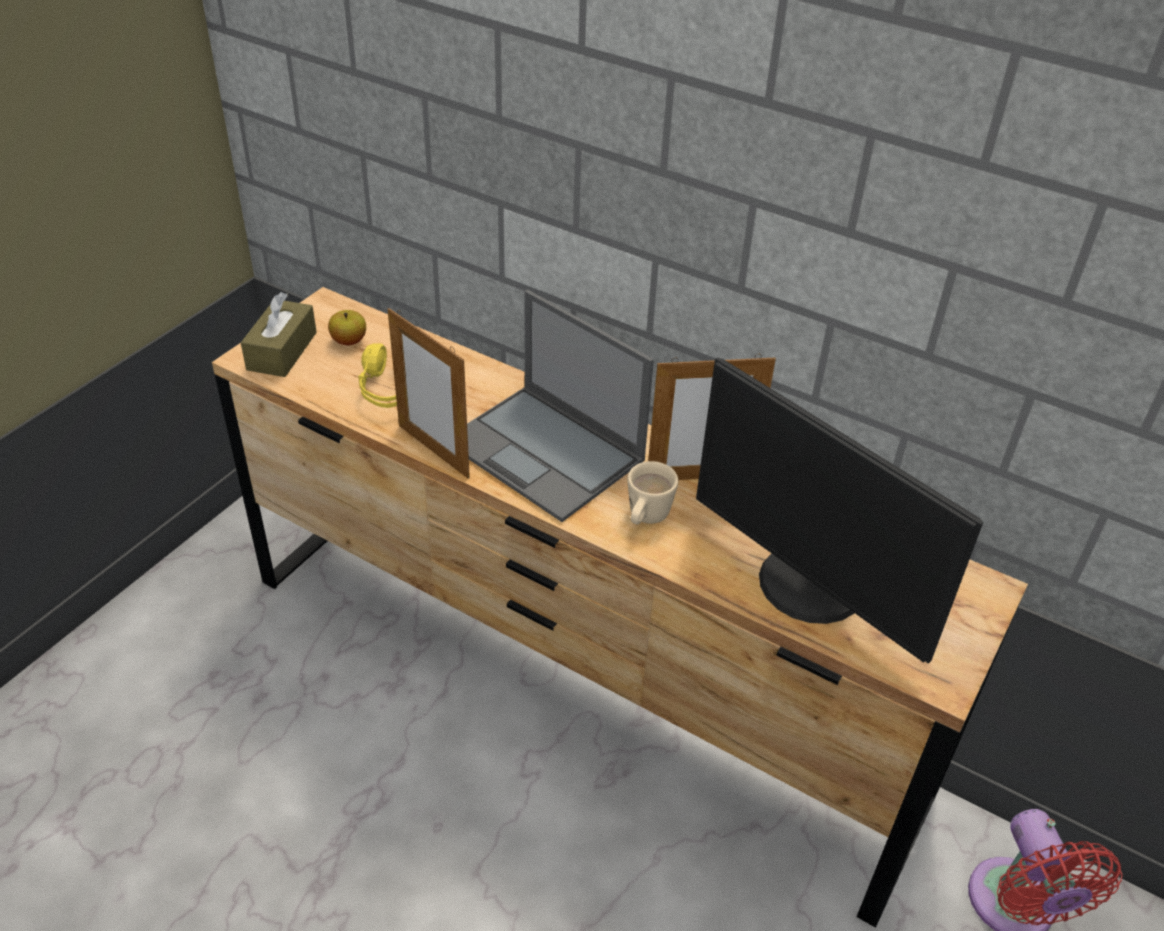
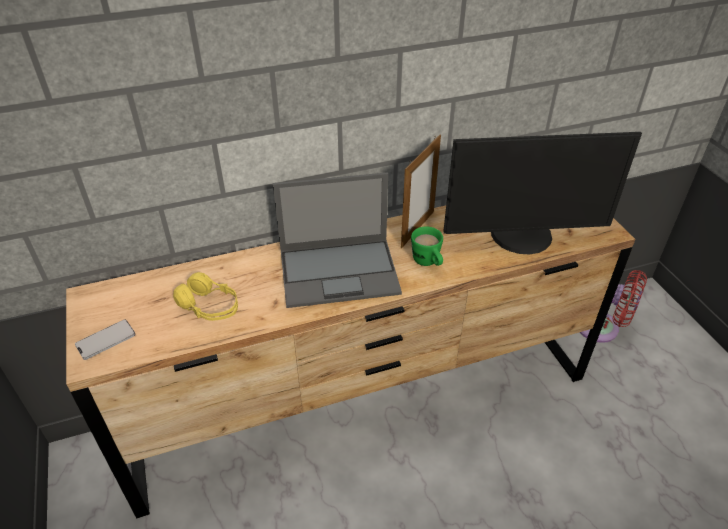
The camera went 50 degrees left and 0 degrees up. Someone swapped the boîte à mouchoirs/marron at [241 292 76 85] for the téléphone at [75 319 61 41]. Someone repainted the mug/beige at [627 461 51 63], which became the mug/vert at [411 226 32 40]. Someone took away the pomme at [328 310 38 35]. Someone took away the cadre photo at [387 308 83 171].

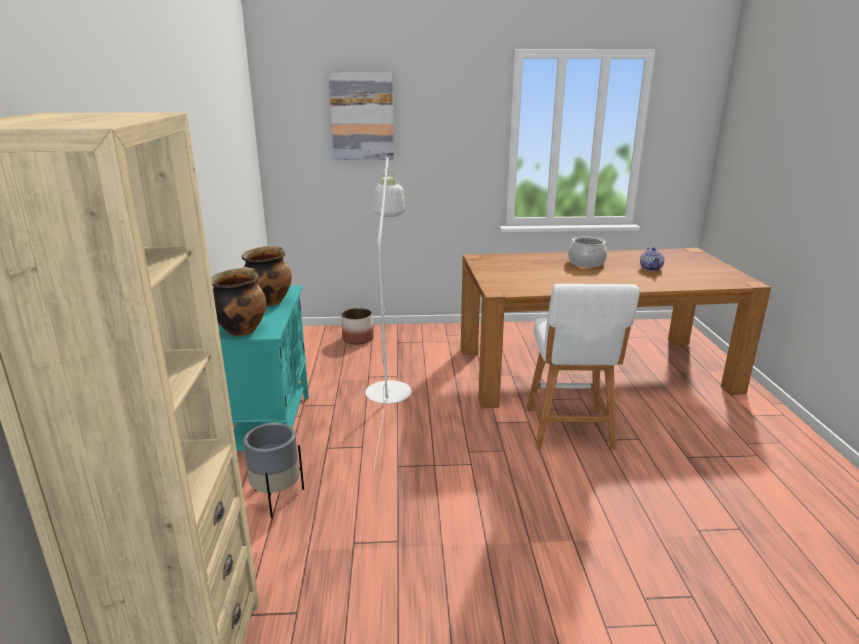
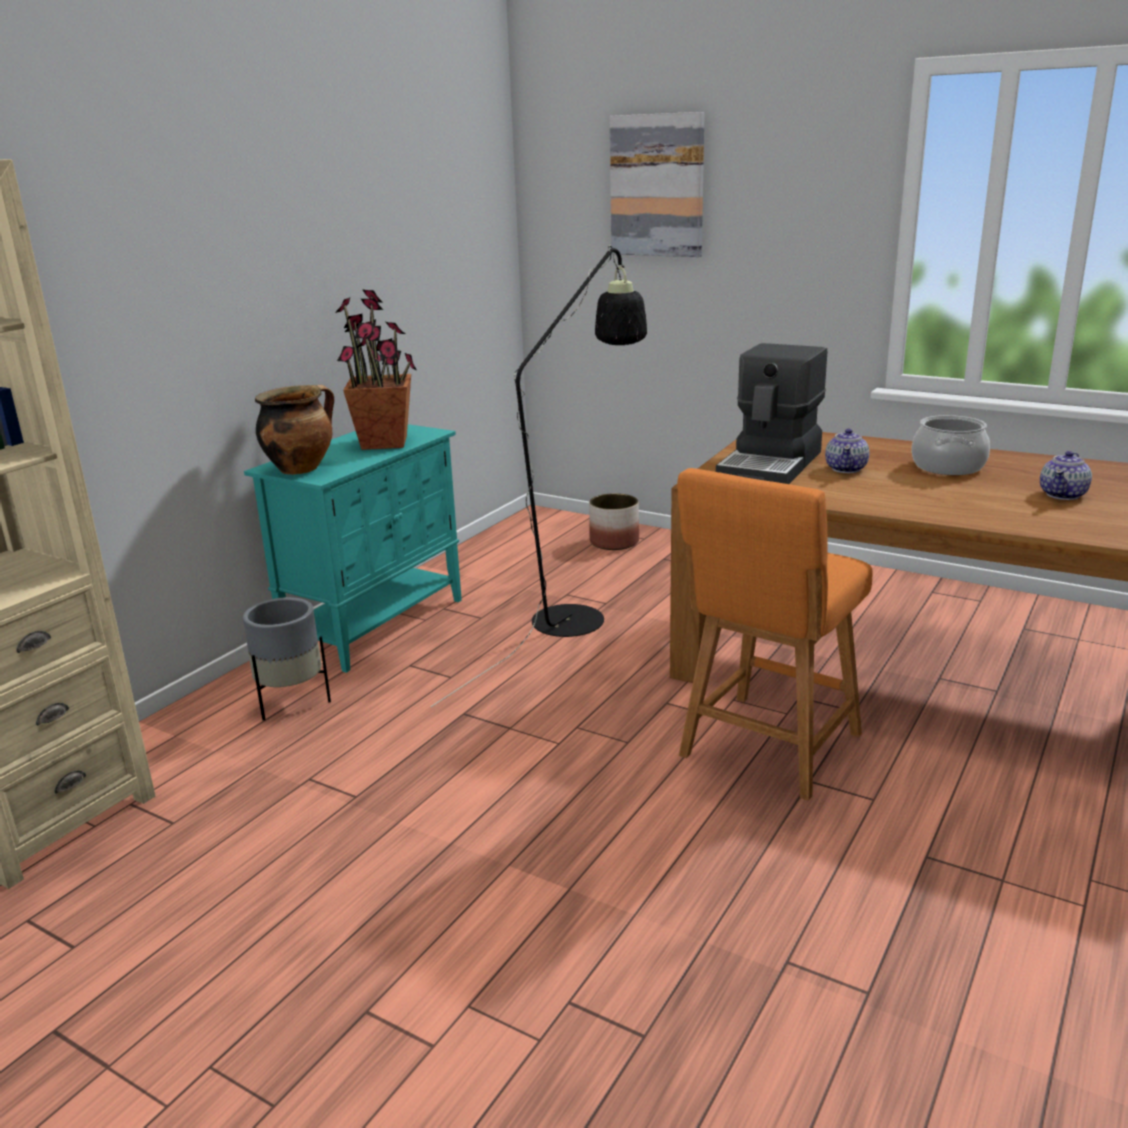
The camera went 35 degrees right and 0 degrees up. Someone swapped the marmite at [242 245 50 61] for the plante en pot at [335 289 81 161]. Someone repainted the lampadaire/blanc at [365 156 46 313], which became the lampadaire/noir at [431 245 216 462]. Someone repainted the tabouret/blanc at [526 284 114 166], which became the tabouret/orange at [677 468 195 333]. Someone put down the machine à café at [716 343 111 141]. Someone put down the théière at [825 429 44 44].

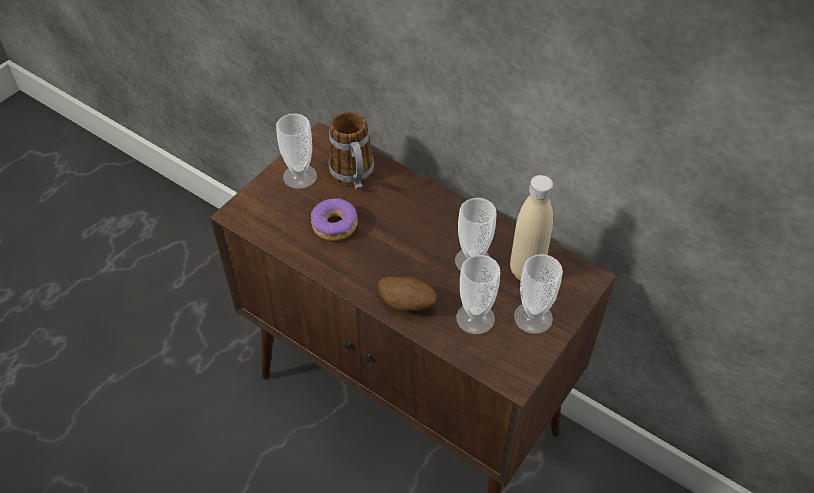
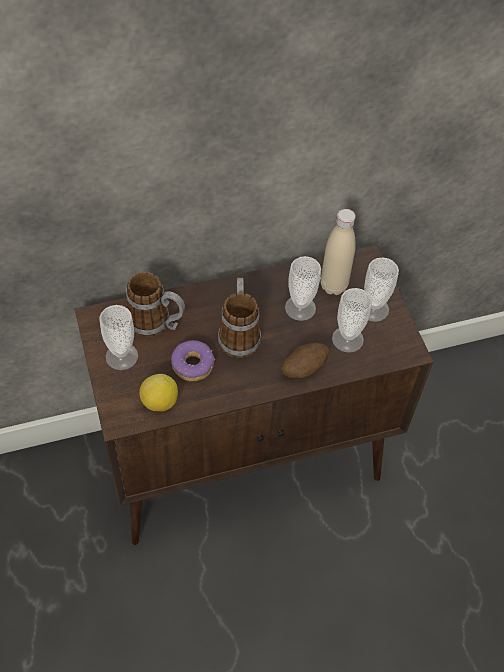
The camera went 55 degrees left and 5 degrees up. Someone put down the citron at [139 374 39 37]. Someone put down the mug at [218 278 43 80].

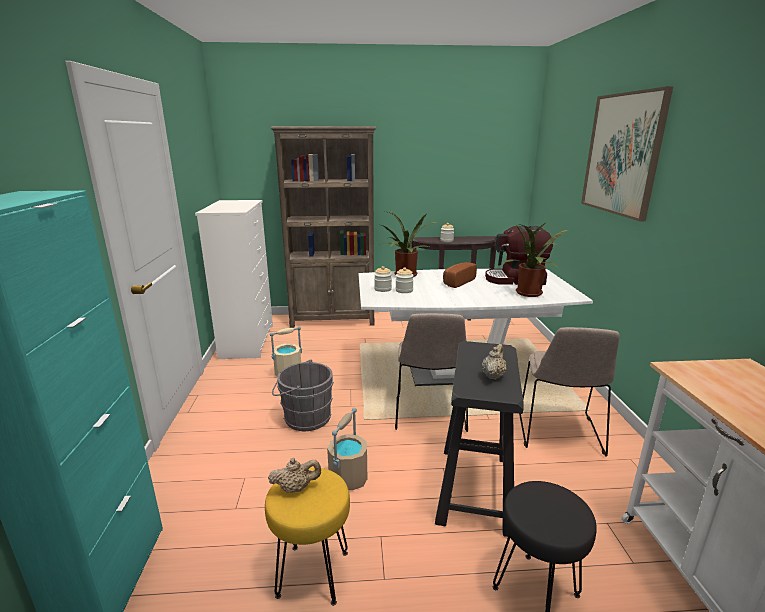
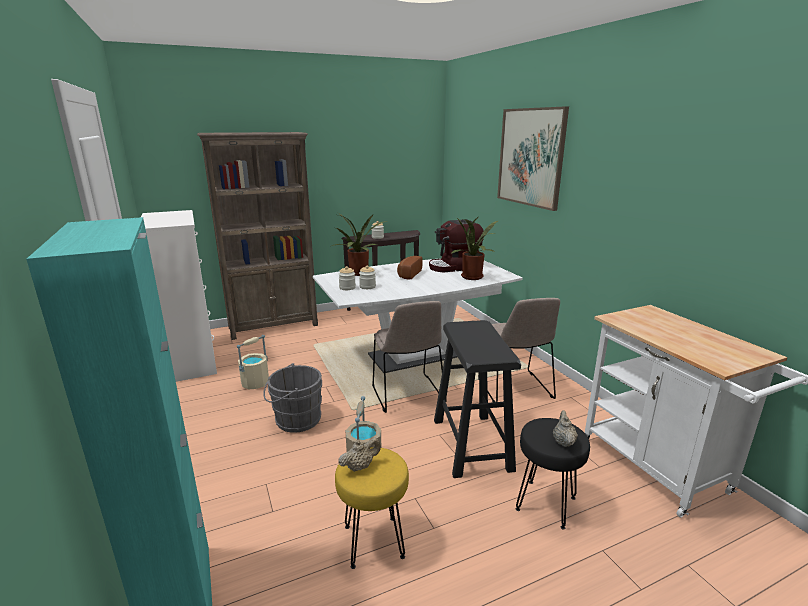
The camera went 20 degrees left and 0 degrees up. Someone carried the théière/beige from [482 344 25 36] to [553 410 25 37].

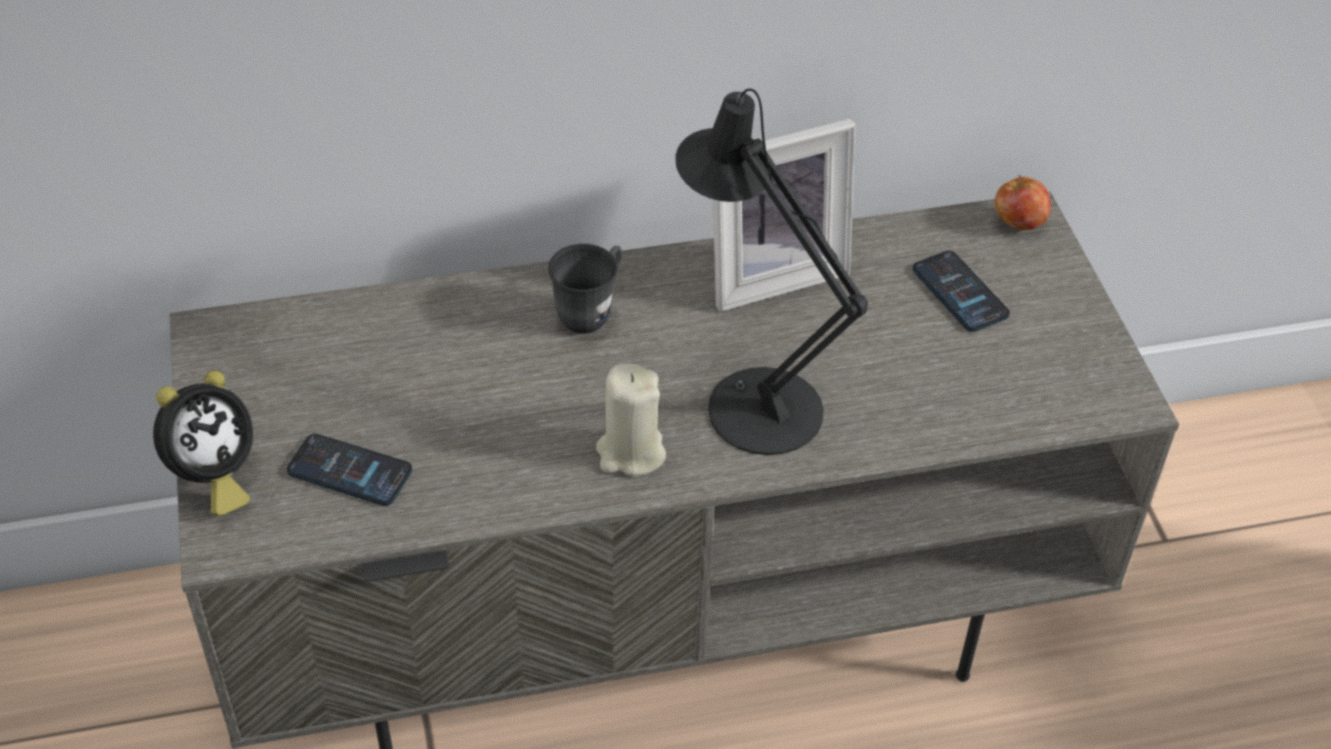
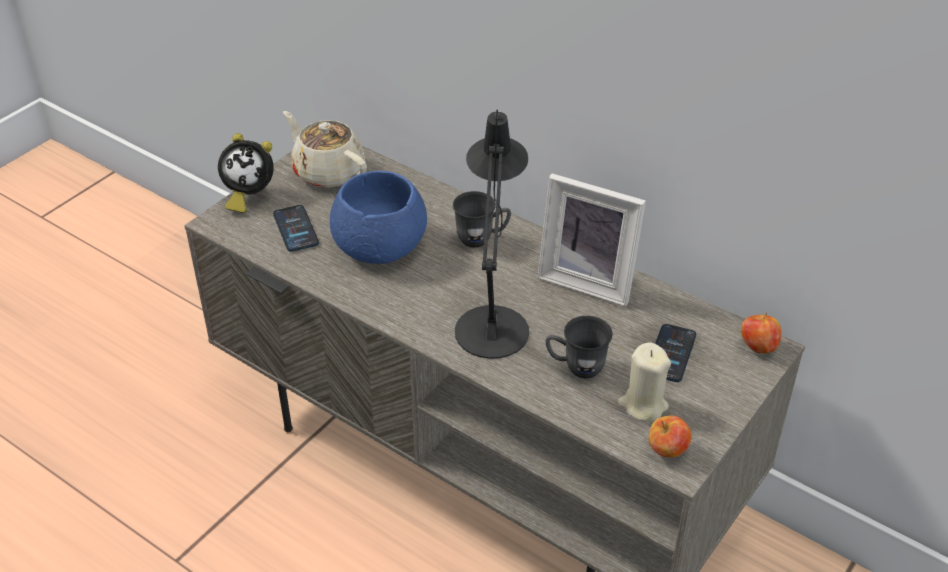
The camera went 50 degrees right and 5 degrees down. Someone put down the théière/beige at [283 111 84 77]. Someone put down the bol/bleu at [330 171 97 93]. Someone put down the mug/gris at [545 316 68 62]. Someone carried the bougie/beige from [596 363 70 113] to [618 343 53 79]. Someone put down the pomme at [648 415 44 42].

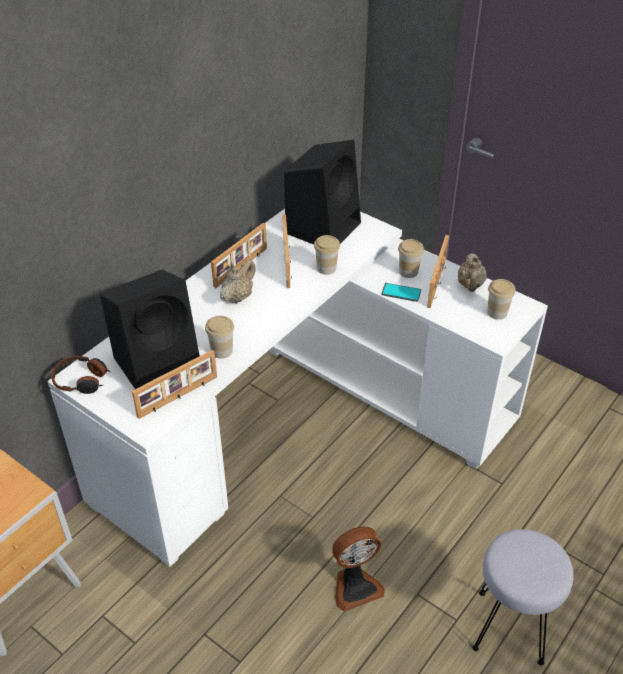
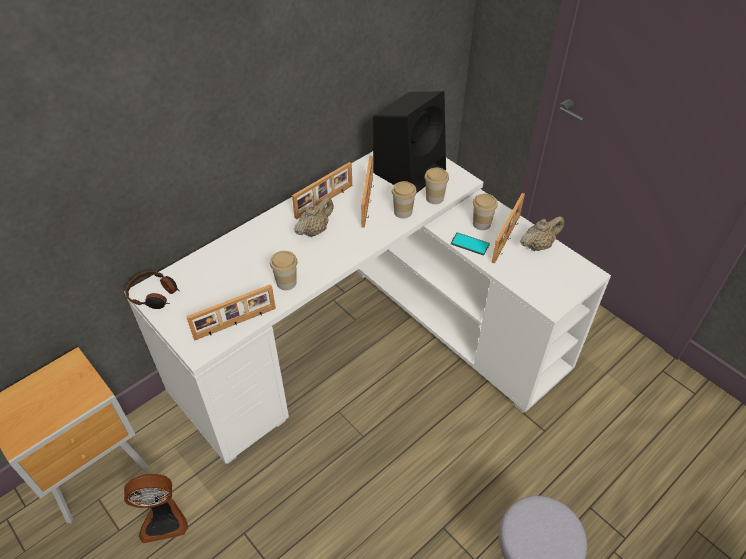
The camera went 10 degrees right and 5 degrees up. Someone carried the ventilateur from [332 527 53 85] to [124 474 64 69]. Someone carried the tasse from [487 279 29 41] to [425 167 24 37]. Someone rotated the théière/beige at [458 253 29 39] by 135 degrees counterclockwise. Someone took away the enceinte/noir at [100 270 100 119].

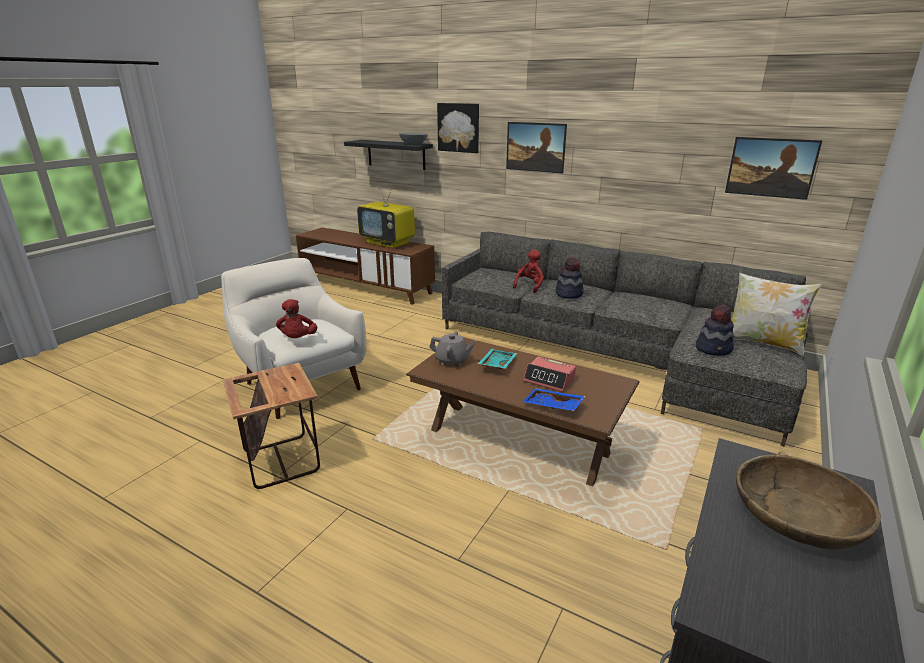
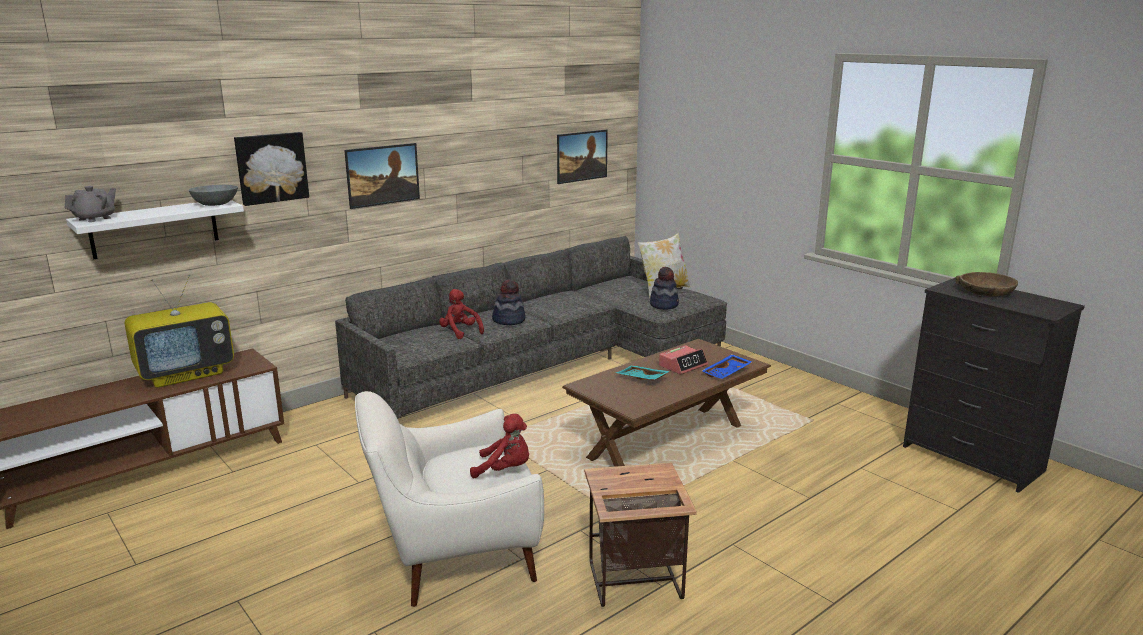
The camera went 70 degrees left and 5 degrees down. Someone carried the théière/gris from [429 331 47 35] to [65 186 51 36]. Someone repainted the étagère/noir at [344 140 89 30], which became the étagère/blanc at [66 200 178 59].

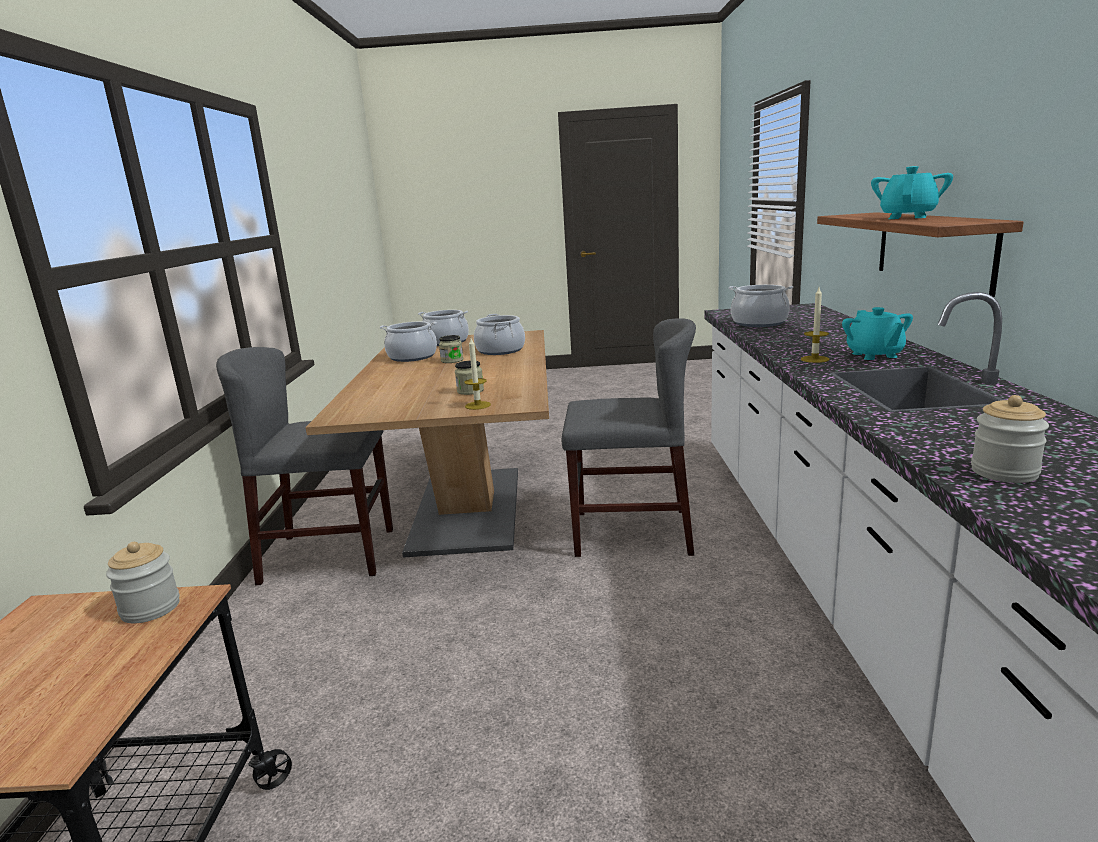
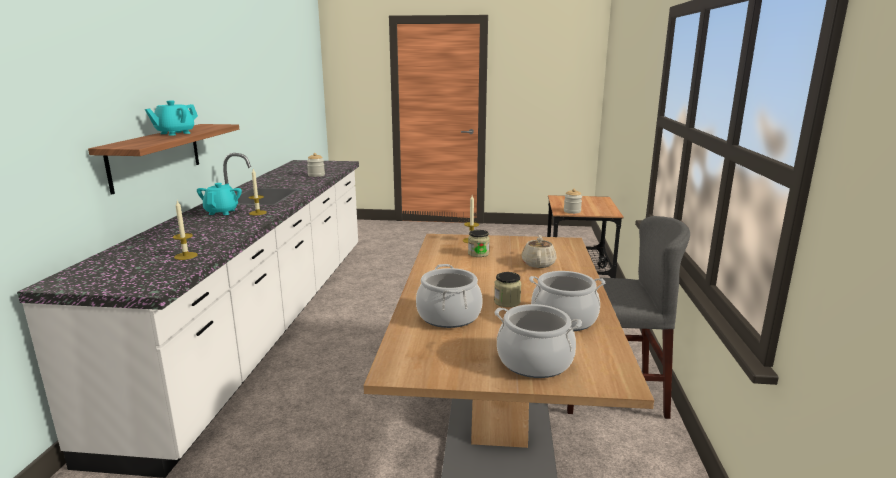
The camera went 175 degrees left and 0 degrees up. Someone swapped the marmite at [729 285 64 42] for the bougie at [173 201 24 59]. Someone put down the théière/beige at [521 235 36 33]. Someone took away the chaise/gris at [562 319 134 238].

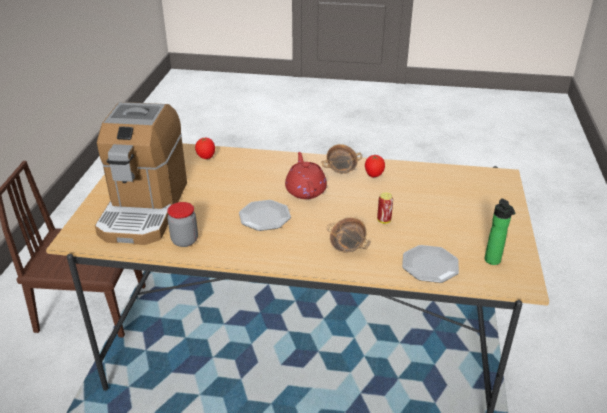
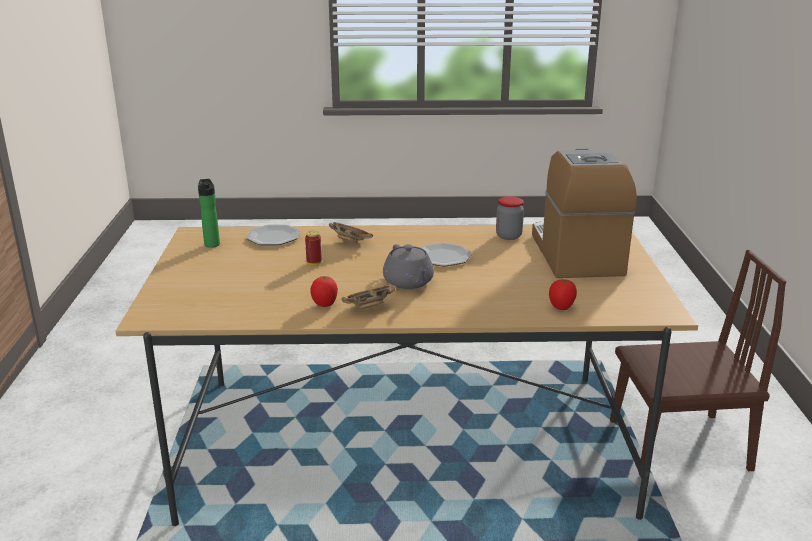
The camera went 170 degrees right and 10 degrees down. Someone repainted the théière/rouge at [285 152 42 47], which became the théière/gris at [383 244 51 45].

